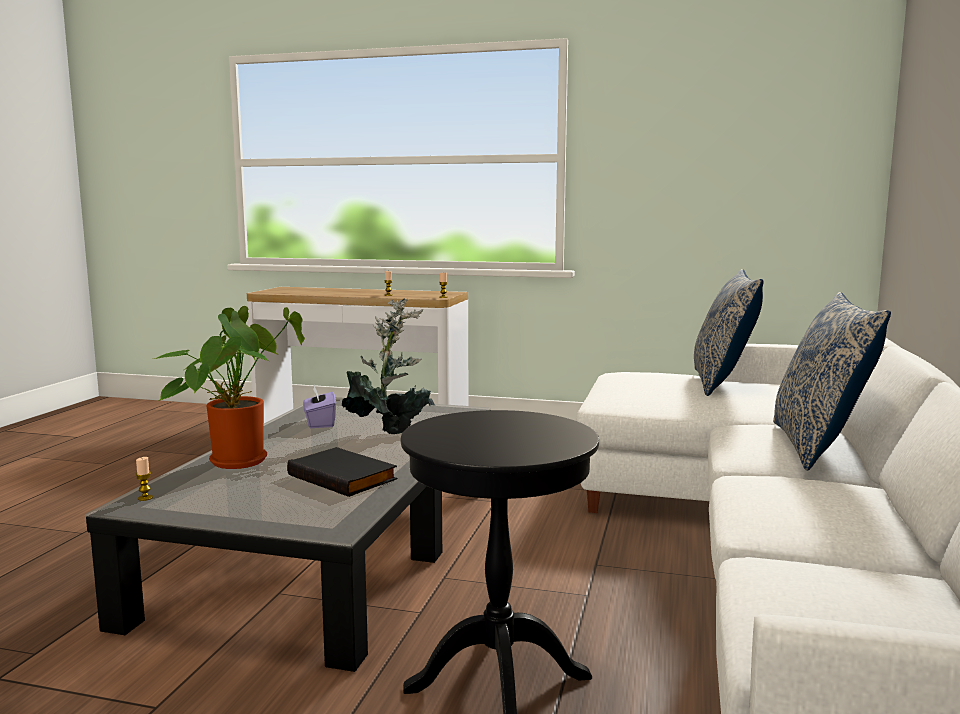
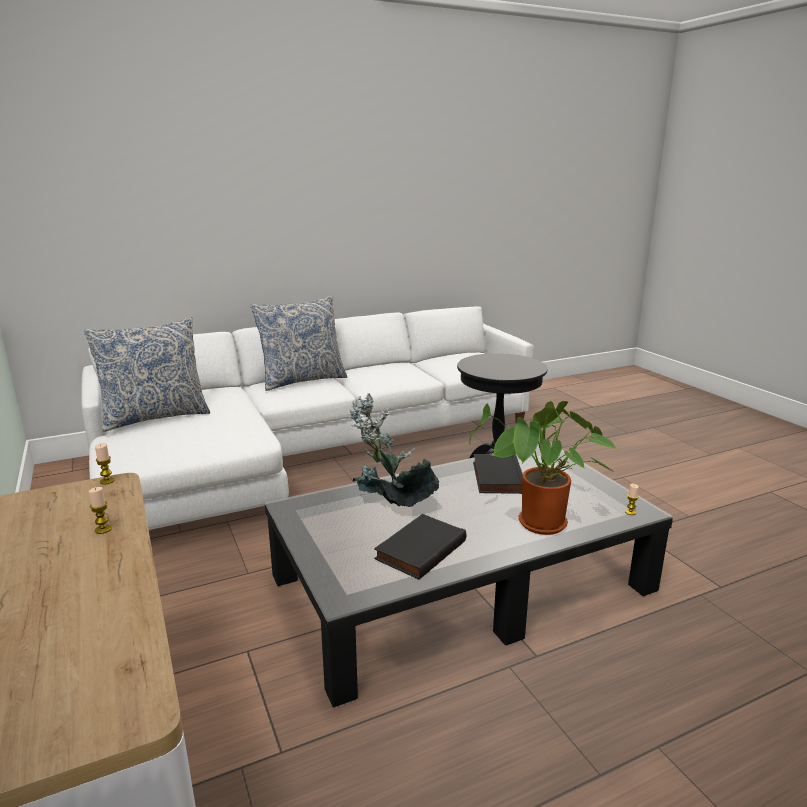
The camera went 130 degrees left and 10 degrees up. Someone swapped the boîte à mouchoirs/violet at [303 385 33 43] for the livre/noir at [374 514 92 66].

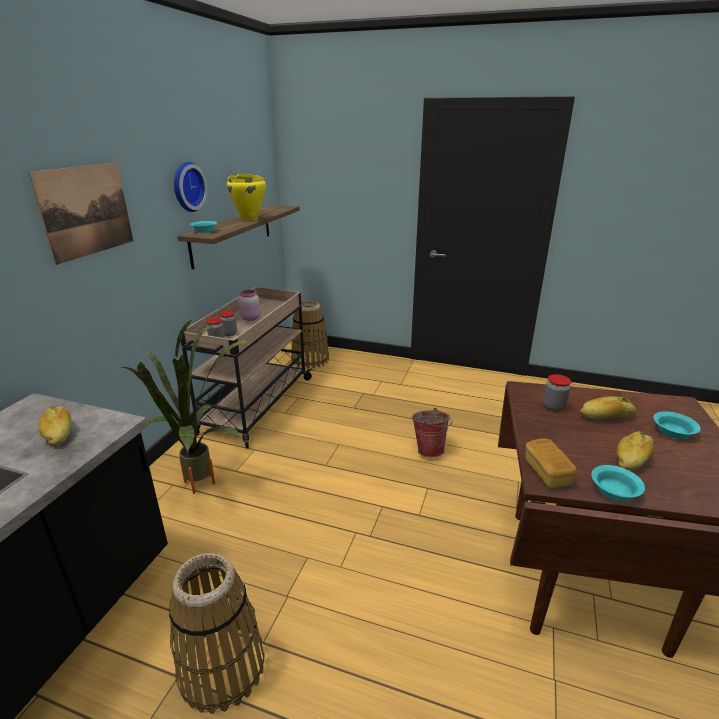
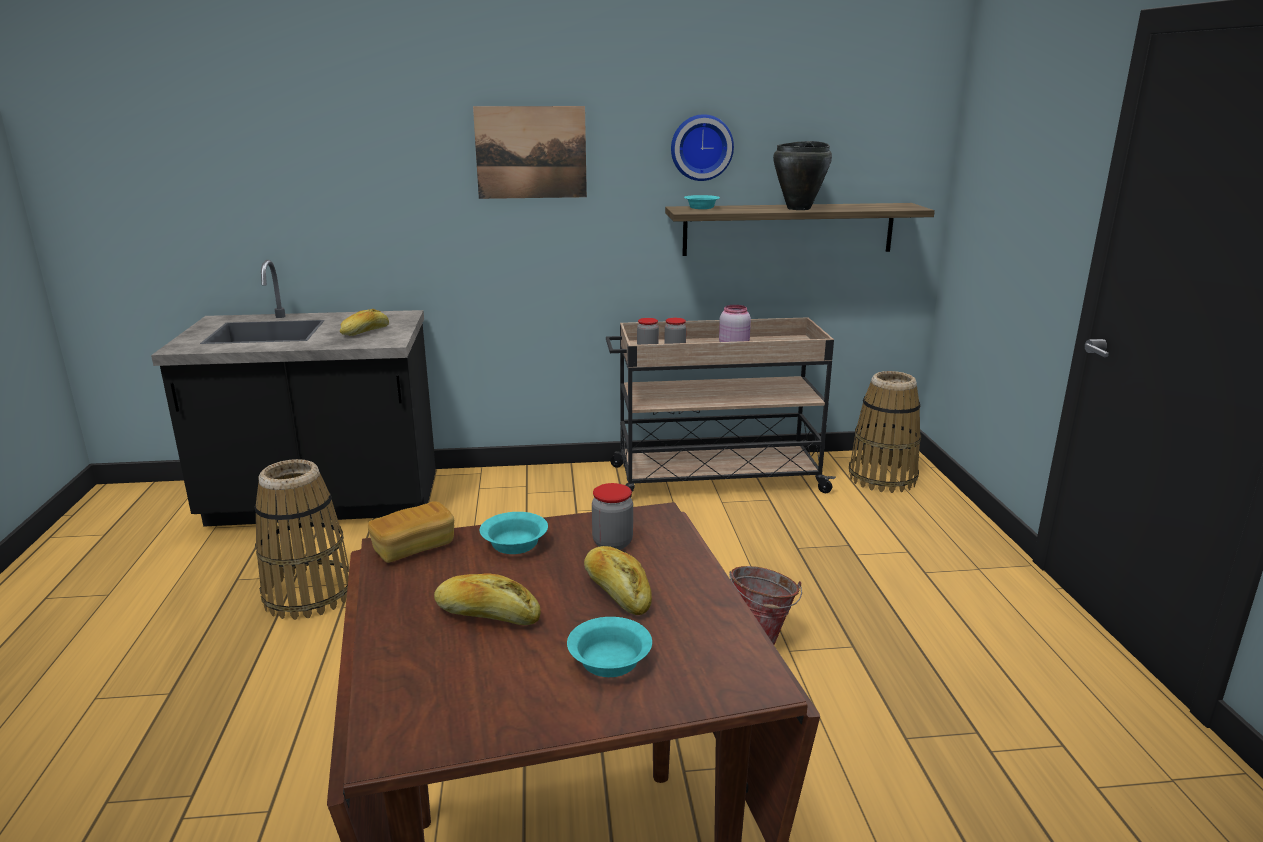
The camera went 65 degrees right and 5 degrees down. Someone carried the bol/turquoise from [591 465 54 36] to [480 512 68 42]. Someone repainted the marmite/jaune at [227 174 39 47], which became the marmite/noir at [773 141 59 69]. Someone took away the plante en pot at [120 320 134 174].

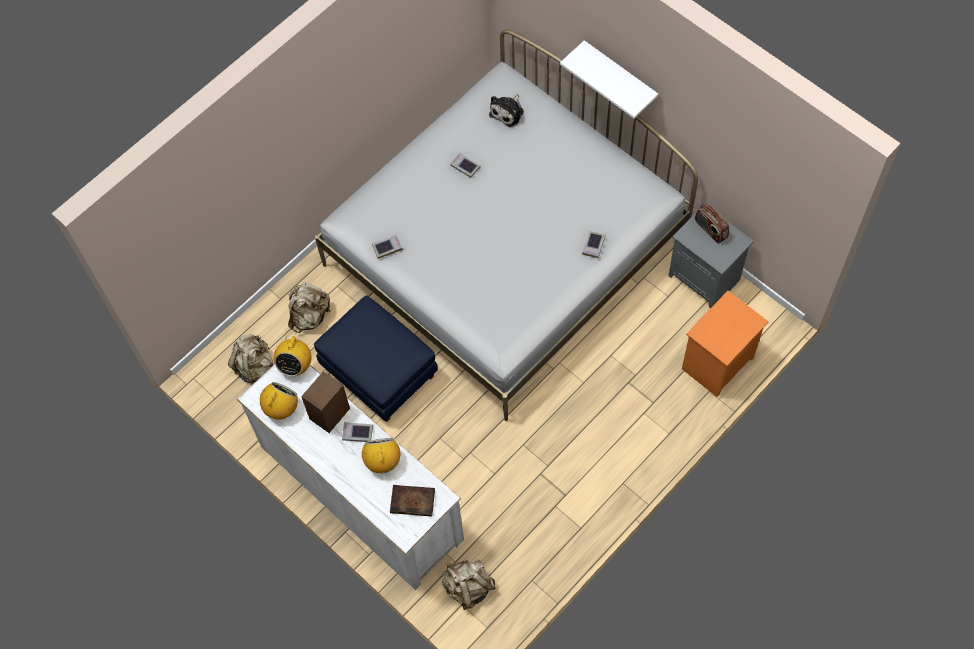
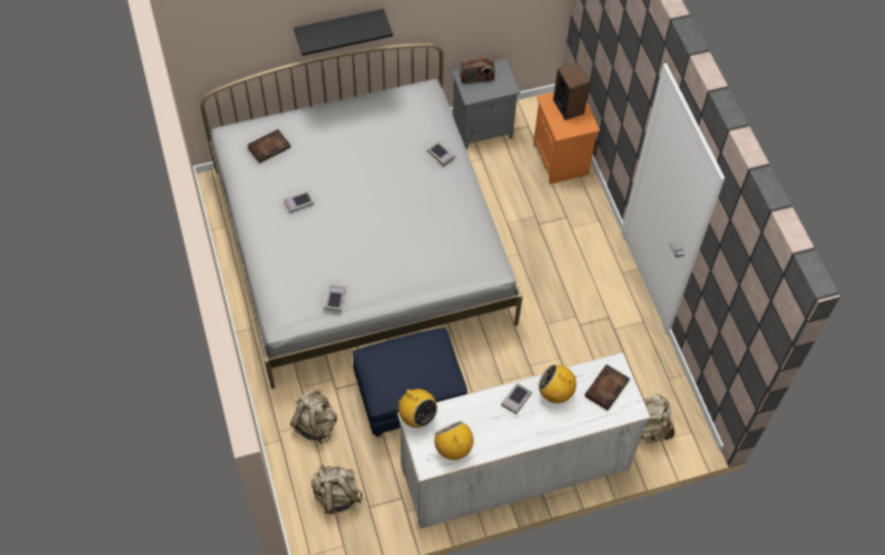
The camera went 65 degrees left and 5 degrees down. Someone swapped the peluche at [489 94 35 33] for the livre at [247 129 44 34]. Someone repainted the étagère/blanc at [560 40 98 79], which became the étagère/noir at [294 9 99 47]. Someone carried the enceinte from [301 372 49 61] to [553 62 37 58].

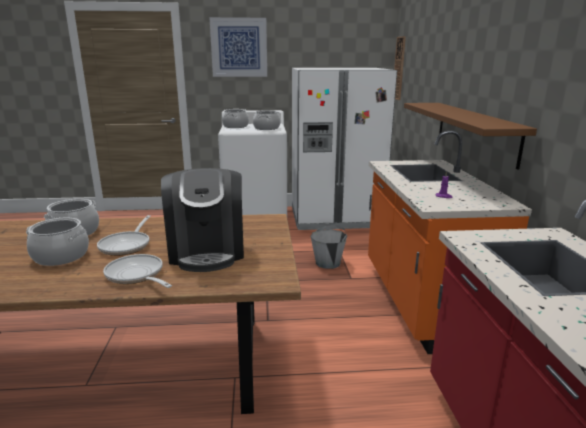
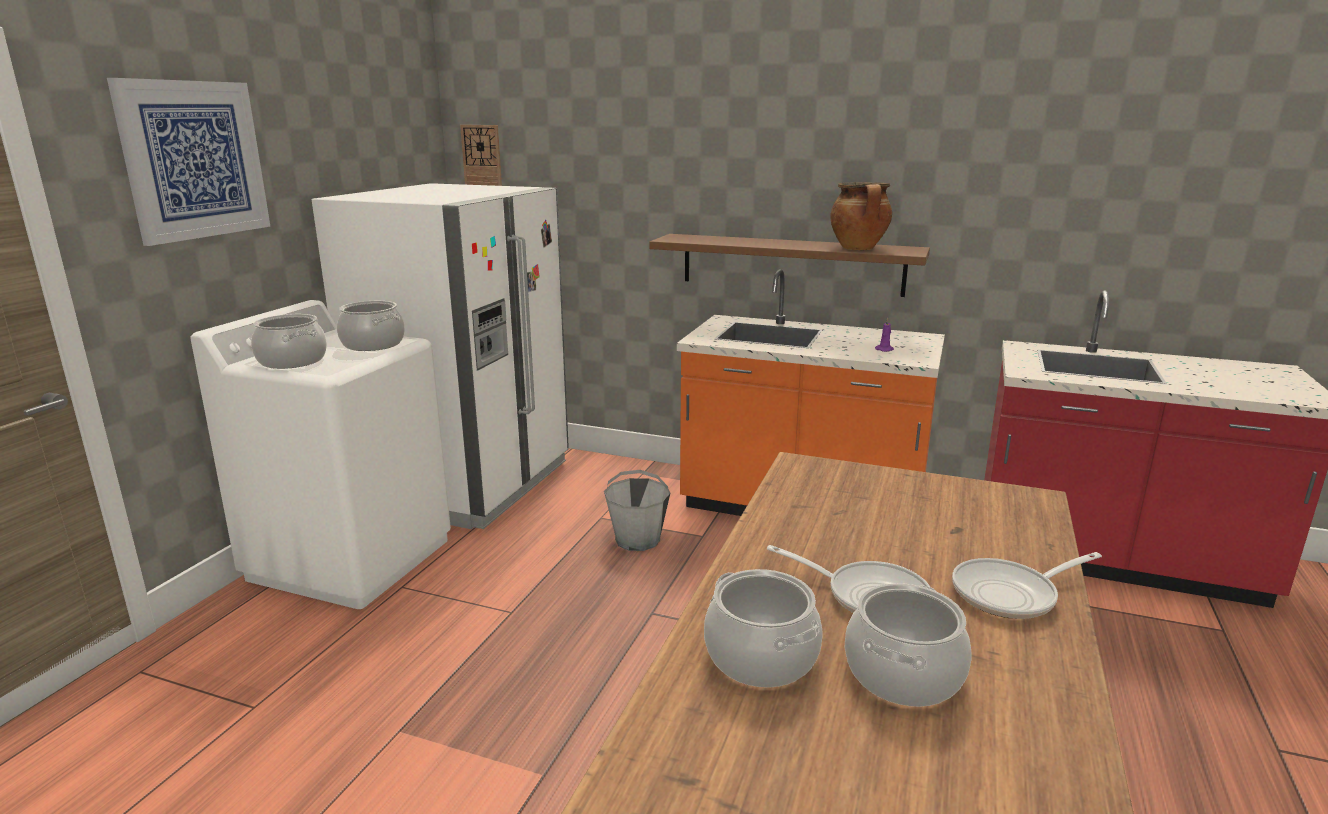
The camera went 65 degrees left and 0 degrees up. Someone put down the marmite at [830 182 62 68]. Someone took away the machine à café at [161 168 83 104].

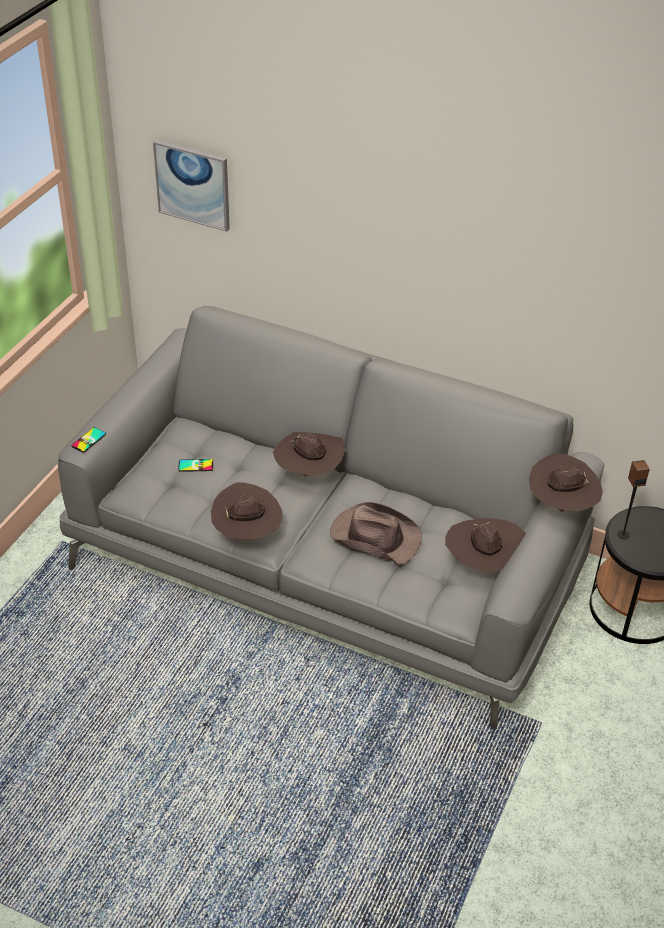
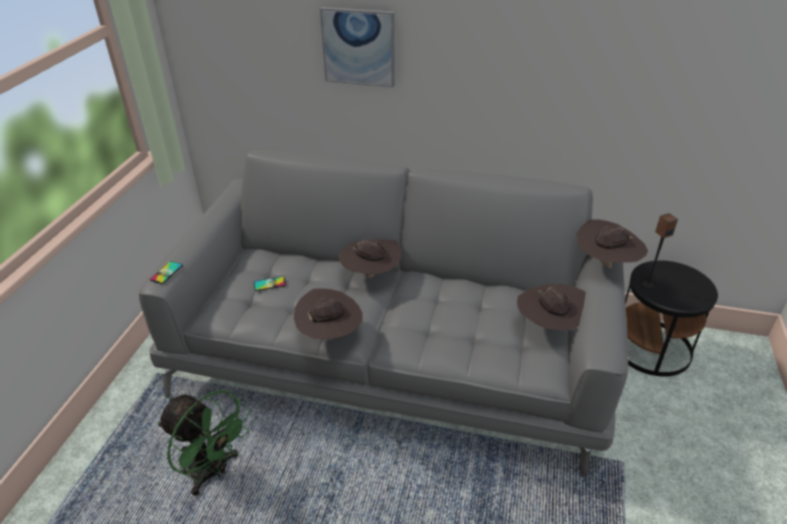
The camera went 10 degrees left and 5 degrees down. Someone put down the ventilateur/vert at [158 390 93 106]. Someone carried the tableau from [153 140 77 92] to [320 7 75 80]. Someone took away the chapeau/marron at [330 502 92 63].

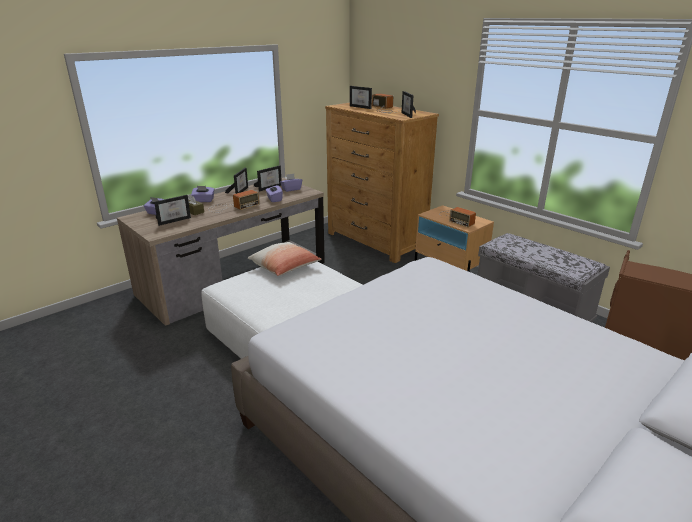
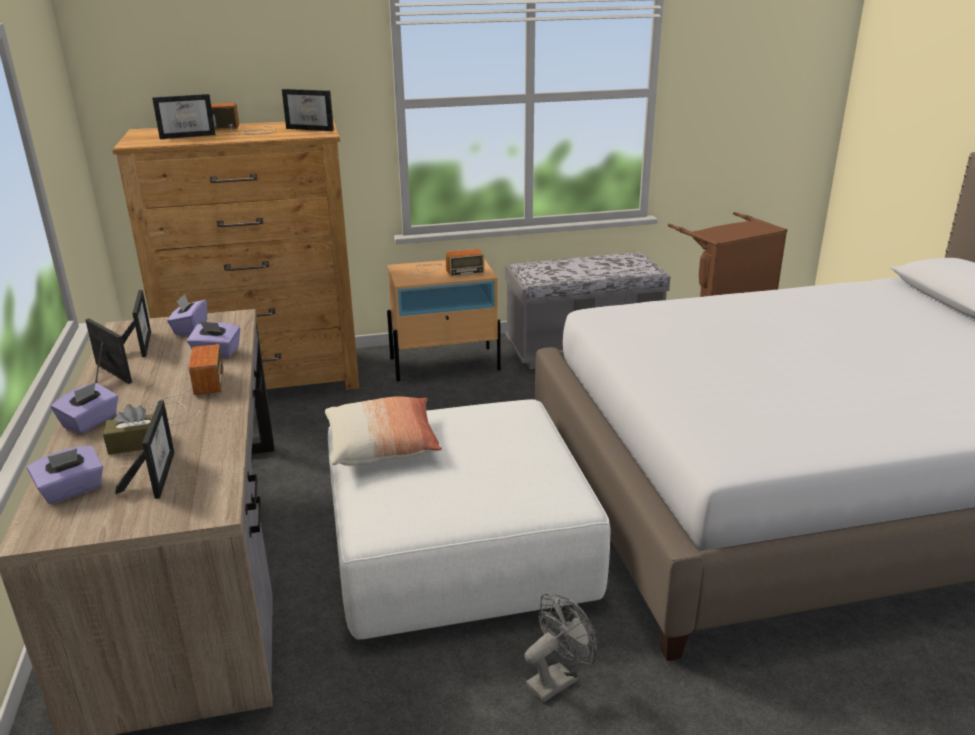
The camera went 60 degrees left and 0 degrees up. Someone put down the ventilateur/gris at [524 593 72 109].

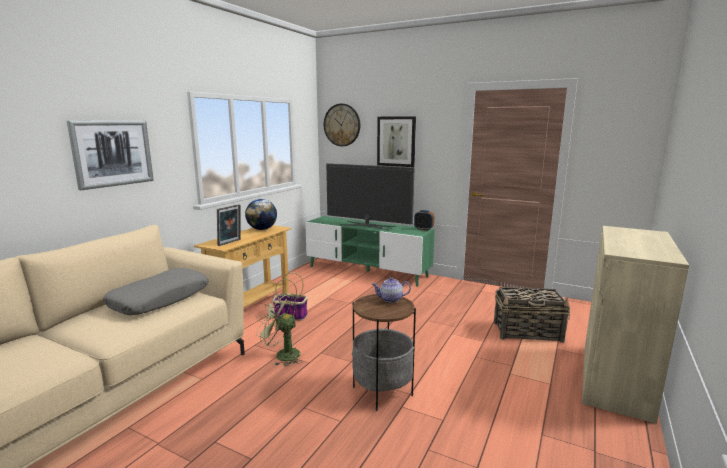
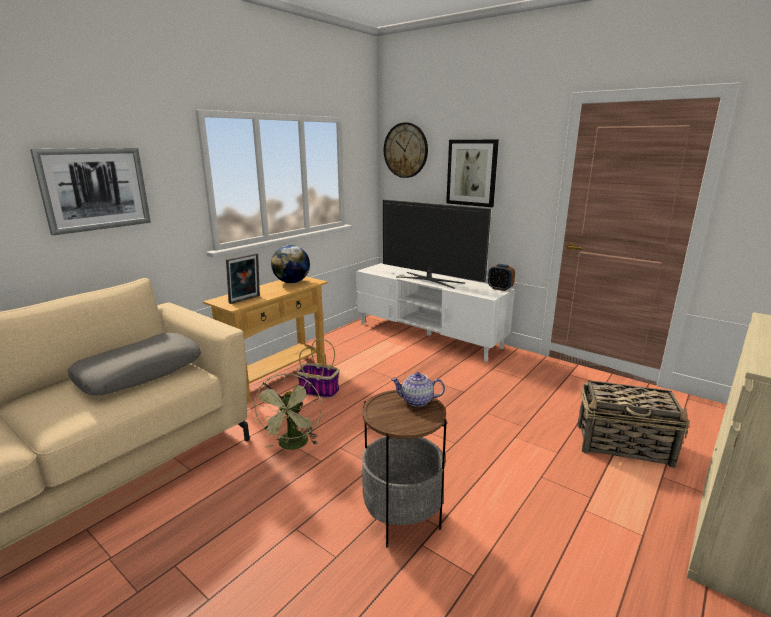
The camera went 10 degrees right and 5 degrees up. Someone rotated the ventilateur/vert at [256 292 46 74] by 120 degrees counterclockwise. Someone repainted the meuble télé/vert at [305 216 130 71], which became the meuble télé/blanc at [356 263 159 99].

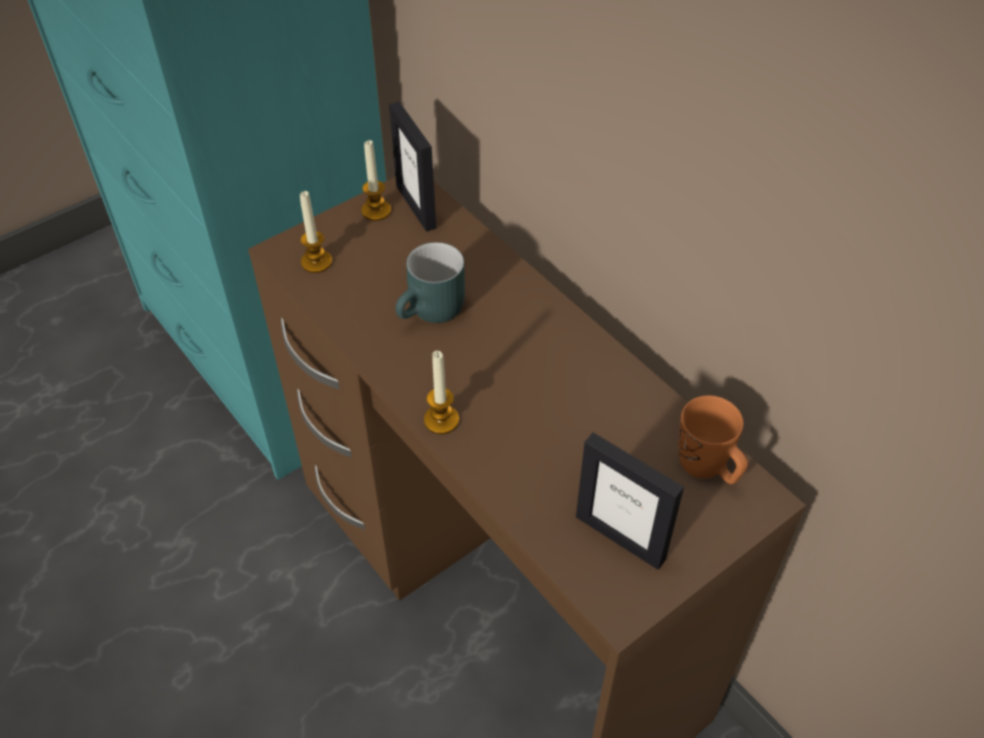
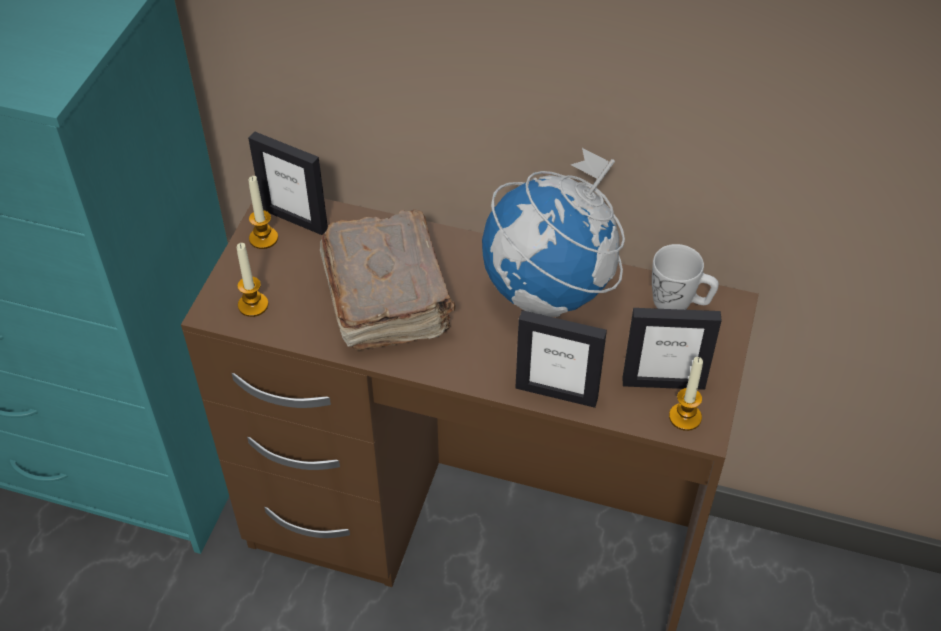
The camera went 35 degrees left and 0 degrees up. Someone swapped the mug/turquoise at [396 242 69 81] for the livre/marron at [320 209 135 141]. Someone put down the globe at [482 148 143 169]. Someone put down the cadre photo at [515 310 92 98]. Someone repainted the mug/orange at [678 395 70 89], which became the mug/blanc at [652 244 67 66]. Someone carried the bougie from [424 351 35 83] to [669 357 34 74].

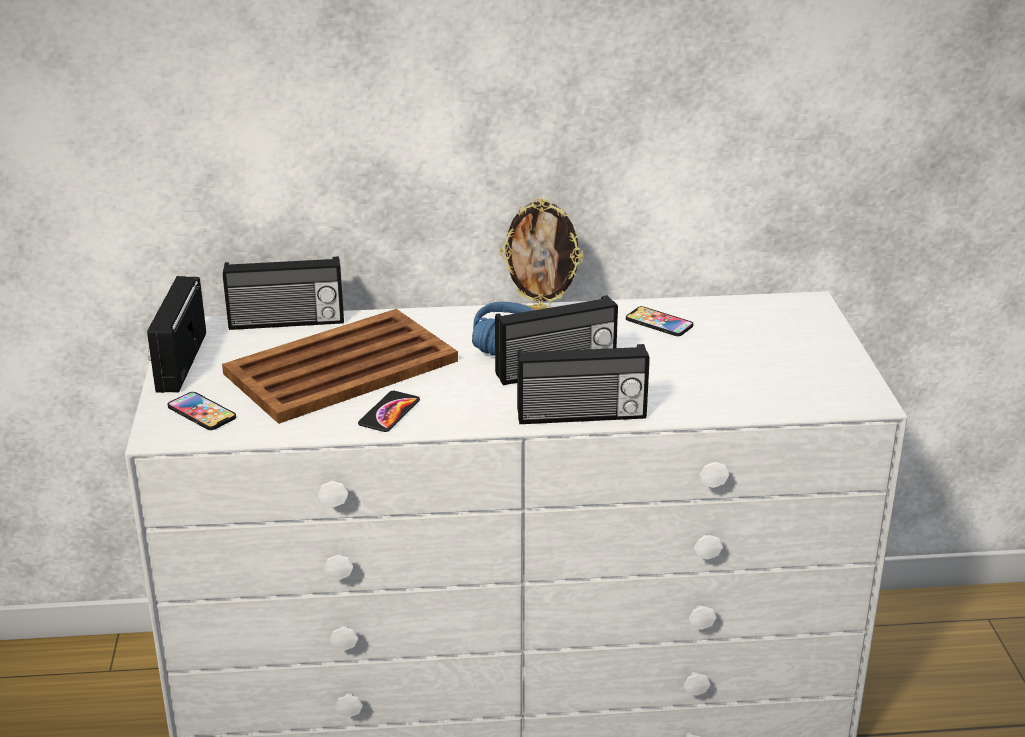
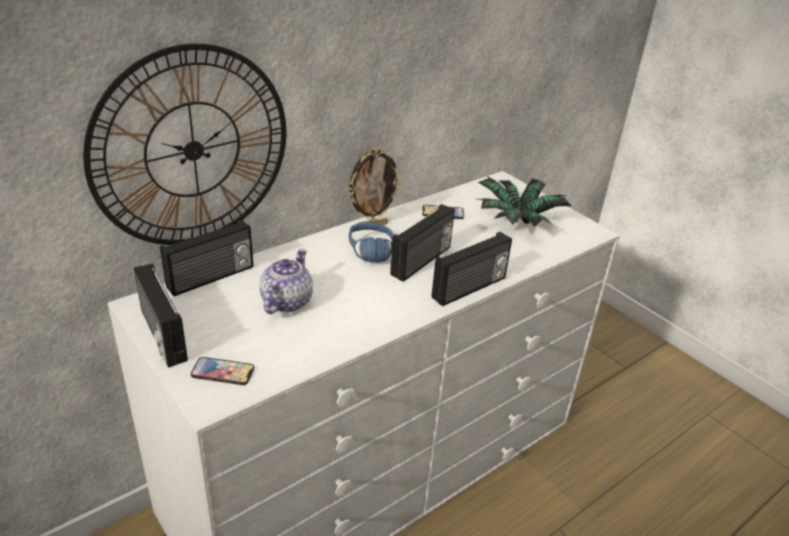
The camera went 35 degrees left and 5 degrees up. Someone put up the horloge murale at [83 43 203 202]. Someone swapped the plateau/marron at [222 309 236 115] for the théière at [260 249 53 65]. Someone put down the plante en pot at [478 176 94 51]. Someone took away the téléphone at [358 391 62 41].

